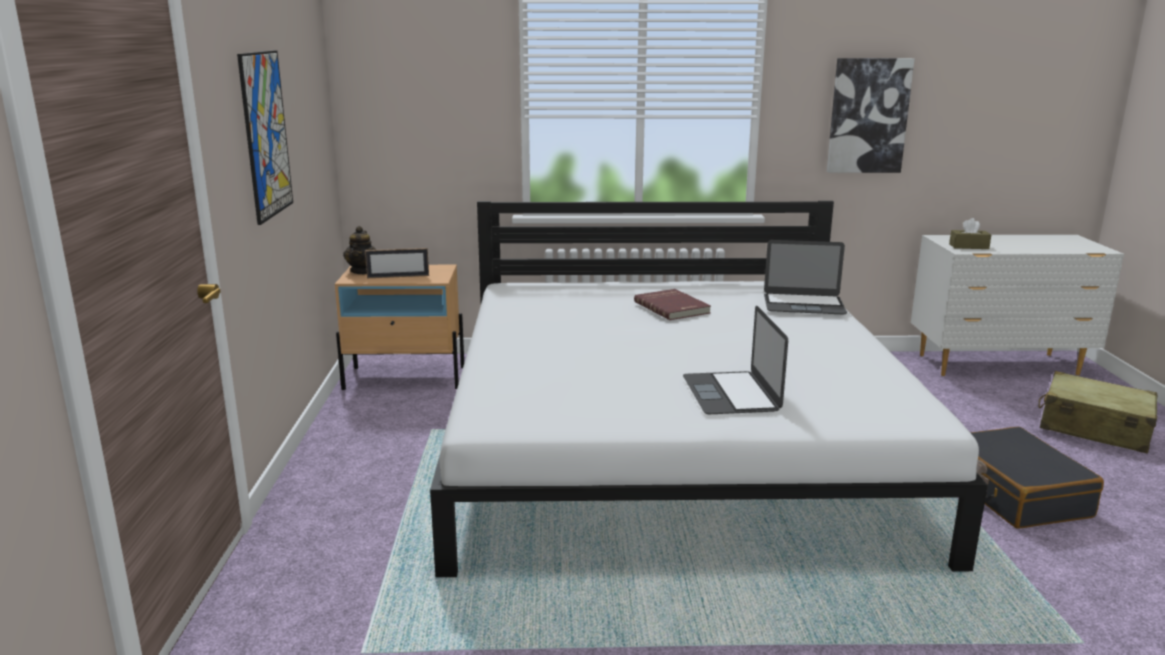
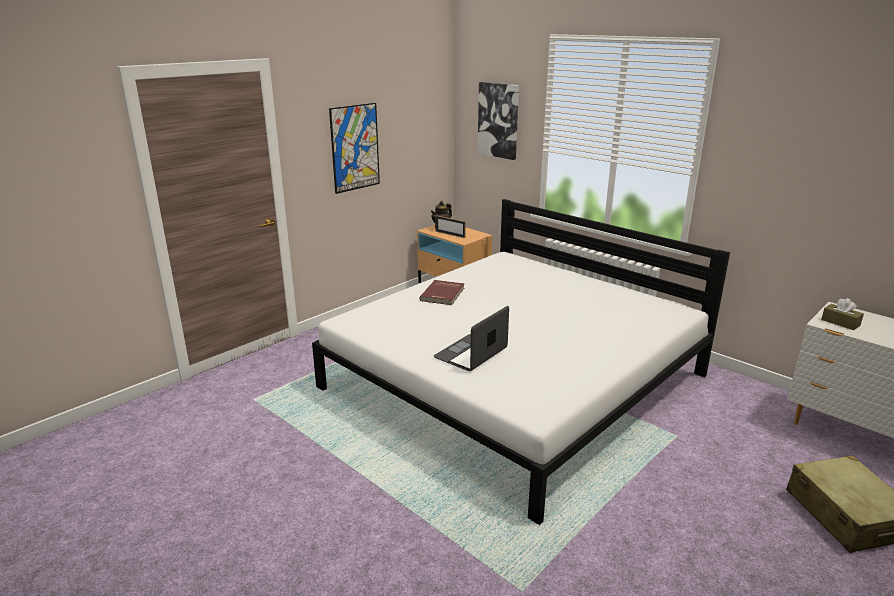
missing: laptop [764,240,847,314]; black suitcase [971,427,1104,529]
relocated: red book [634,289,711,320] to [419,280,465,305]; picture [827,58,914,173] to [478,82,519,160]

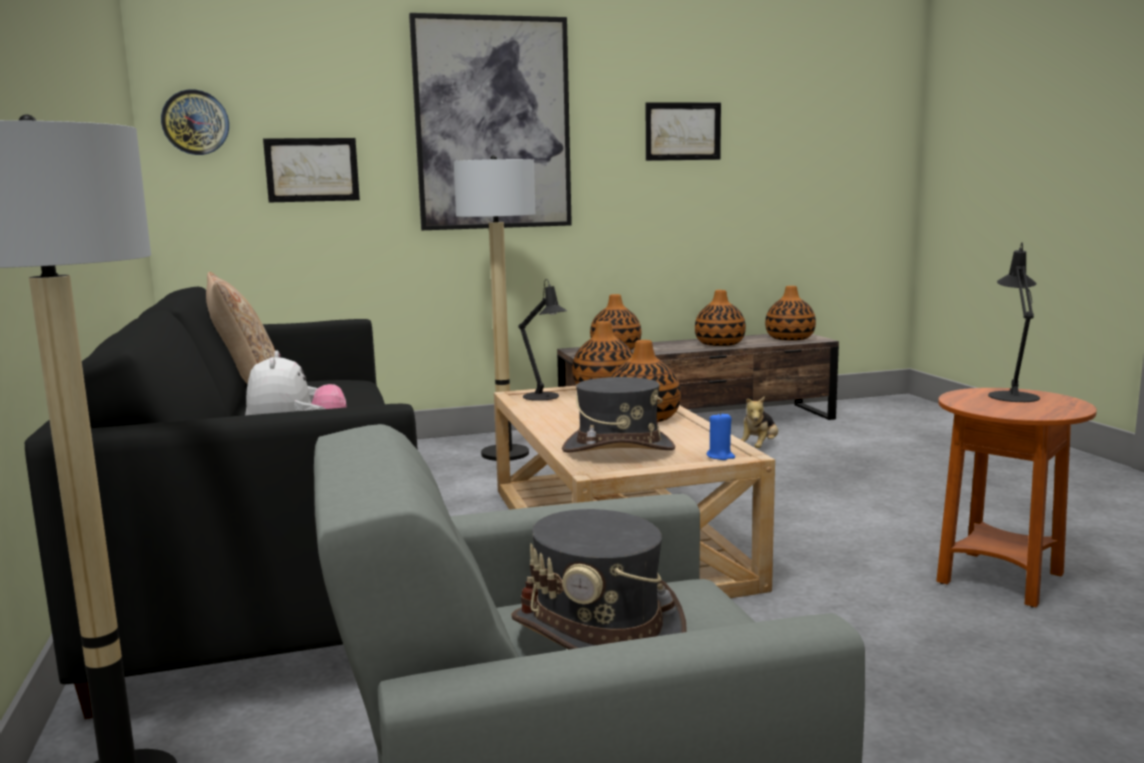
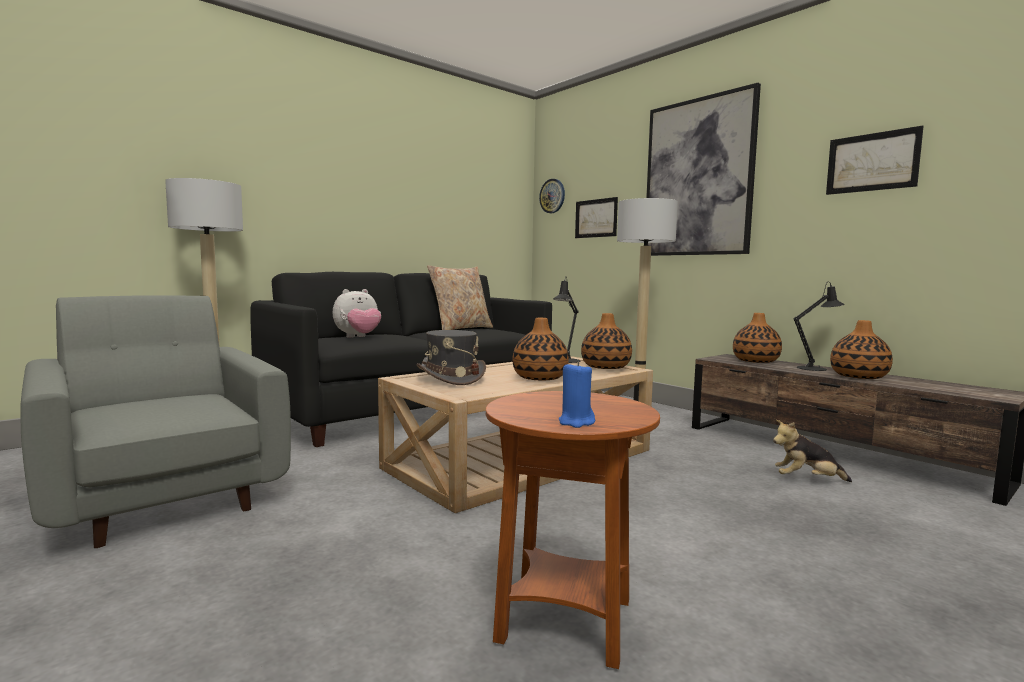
missing: grey hat [511,509,687,649]; vase [765,286,816,341]
relocated: blue candle [707,411,735,460] to [559,361,595,428]; black table lamp [988,243,1040,402] to [794,281,844,371]

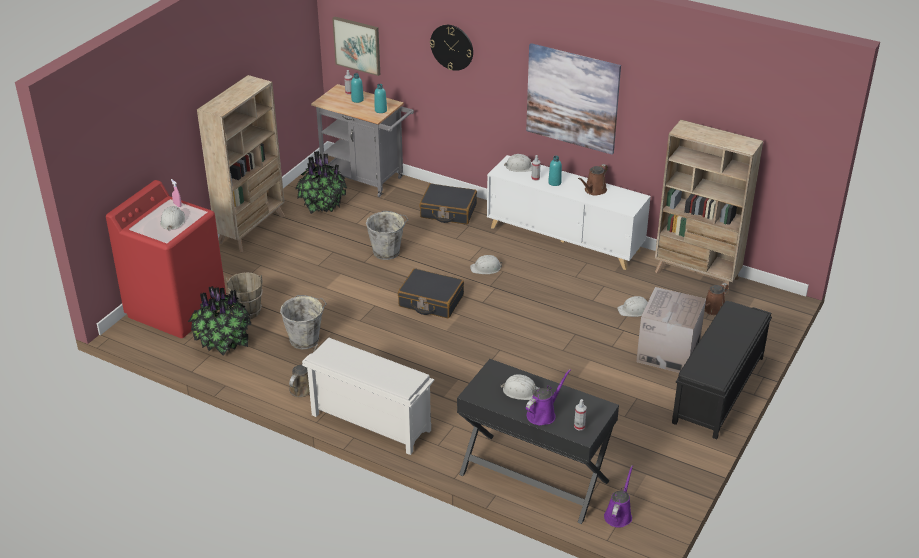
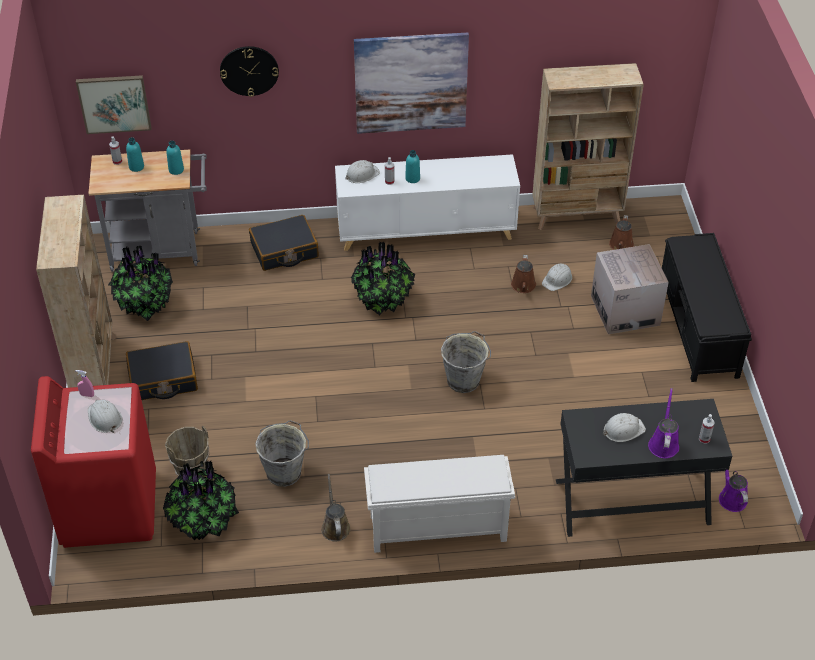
relocated: grey bucket [366,211,409,260] to [441,331,491,393]; black suitcase [398,268,464,318] to [126,341,198,400]; brown watering can [578,164,608,196] to [511,255,536,293]
exchanged: white hard hat [470,255,502,274] to potted plant [351,242,415,316]

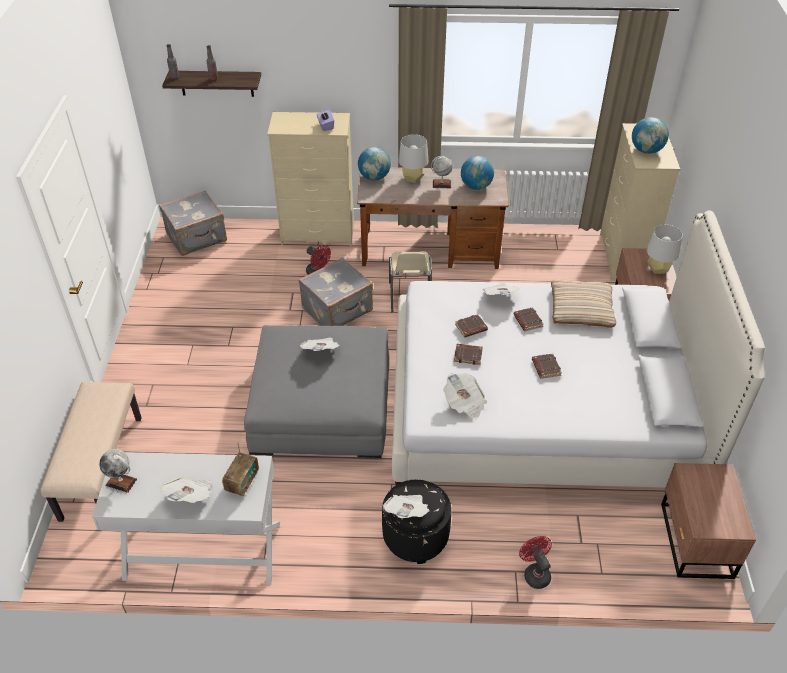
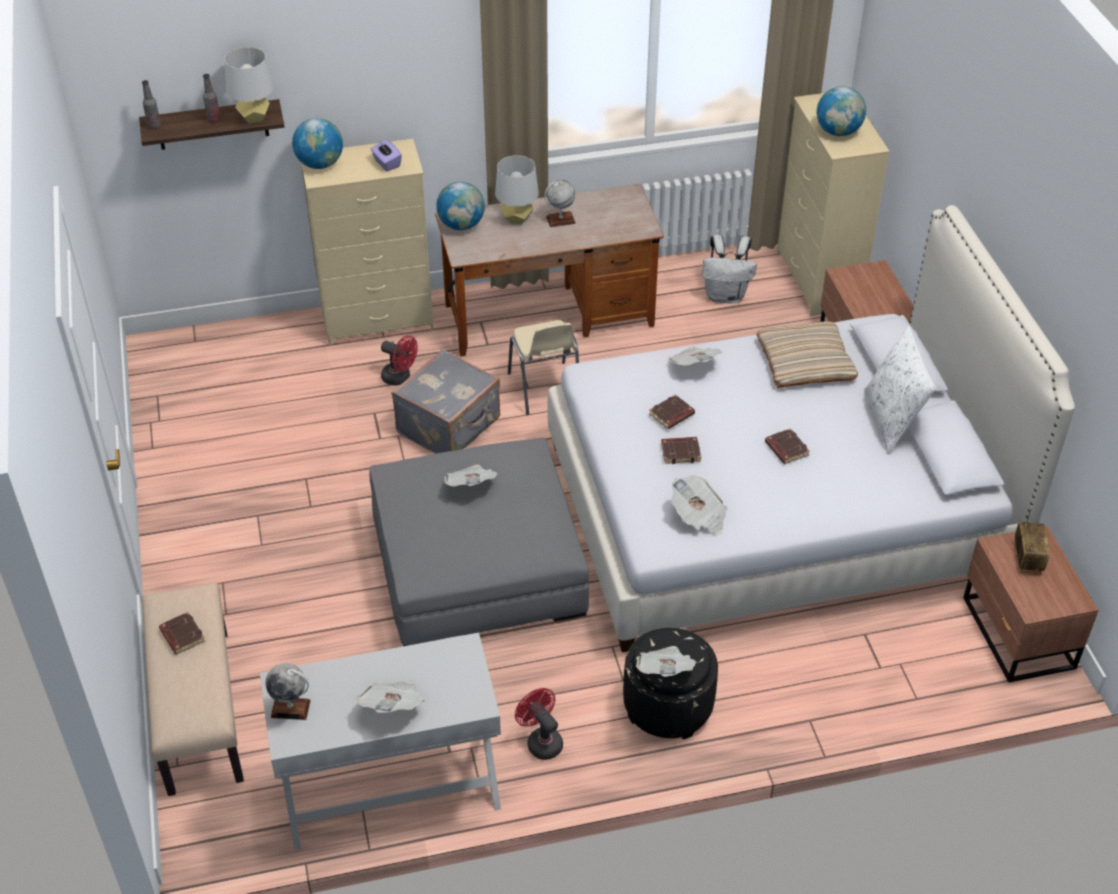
missing: grey suitcase [159,190,227,256]
appeared: white backpack [702,234,757,303]; white pillow [864,326,936,454]
relocated: radio [222,442,259,497] to [1015,508,1050,573]; globe [461,156,494,190] to [292,118,343,169]; brown book [513,307,543,331] to [159,612,205,655]; red fan [519,536,552,589] to [515,688,563,760]; grey table lamp [647,225,683,274] to [224,47,274,123]

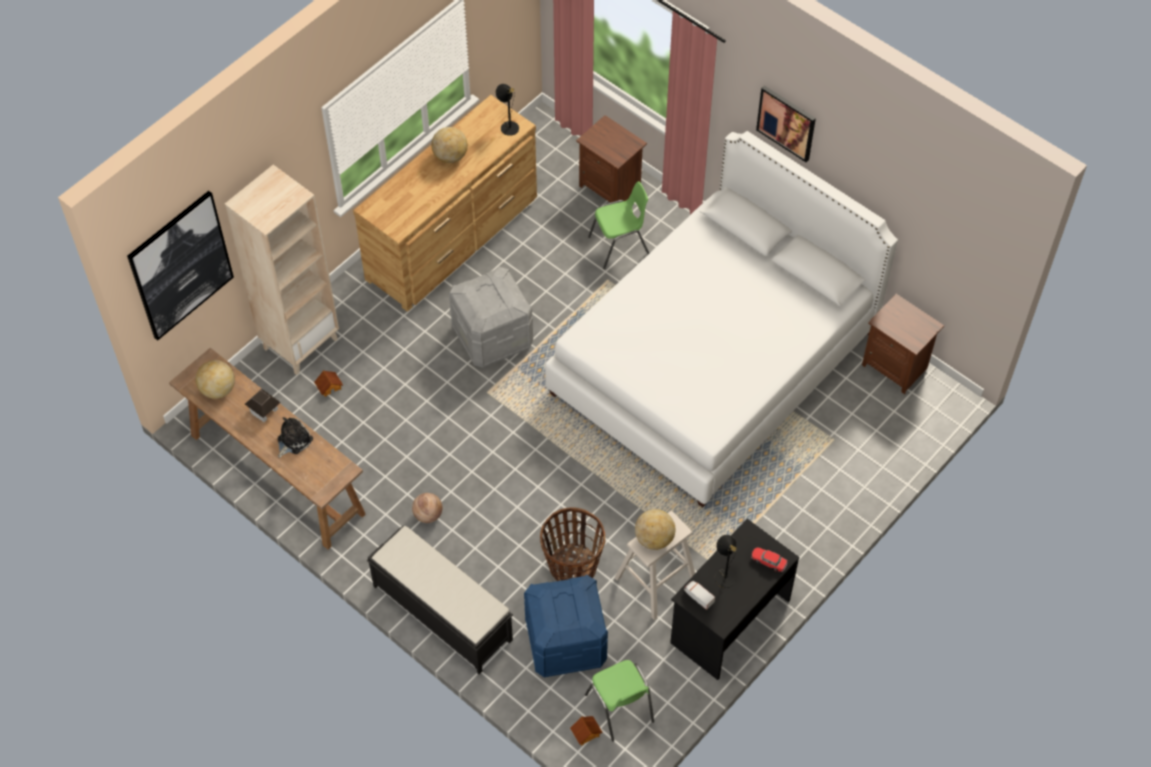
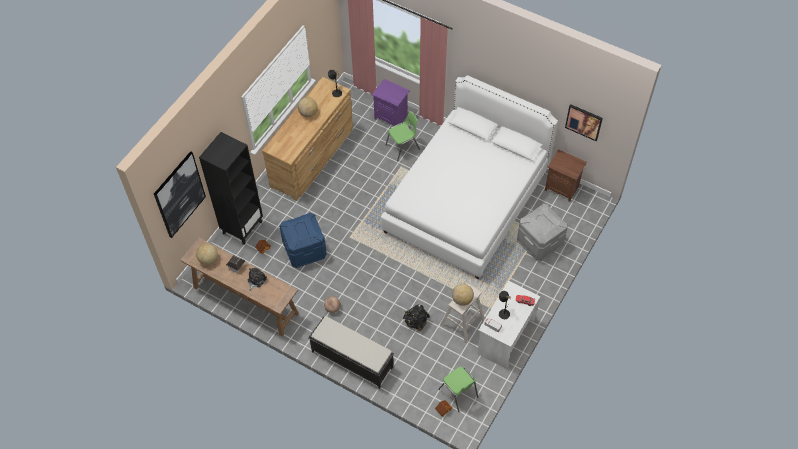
relocated: grey storage box [449,267,533,368] to [517,204,568,261]; blue storage box [524,574,608,678] to [279,212,327,268]; picture [756,85,816,162] to [565,104,603,141]
exchanged: basket [540,507,605,581] to black backpack [403,305,430,331]
colour: beige bookcase [225,165,339,375] to black bookcase [199,132,263,245]; brown nightstand [576,115,647,203] to purple nightstand [372,79,410,126]; black desk [670,519,799,680] to white desk [477,281,540,369]

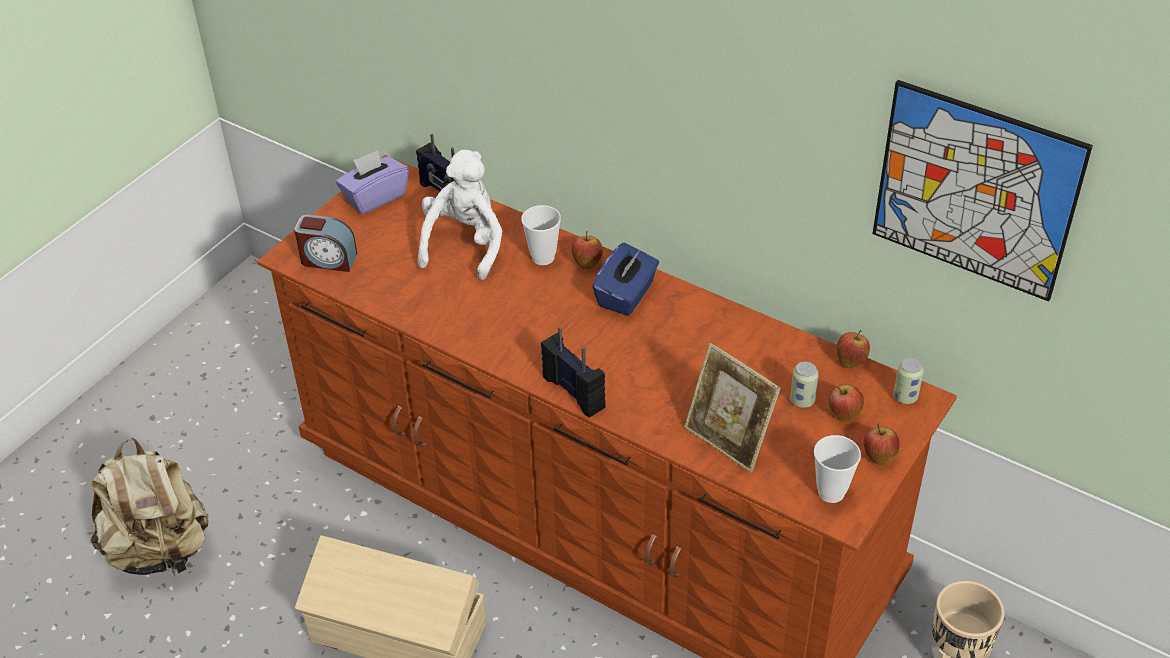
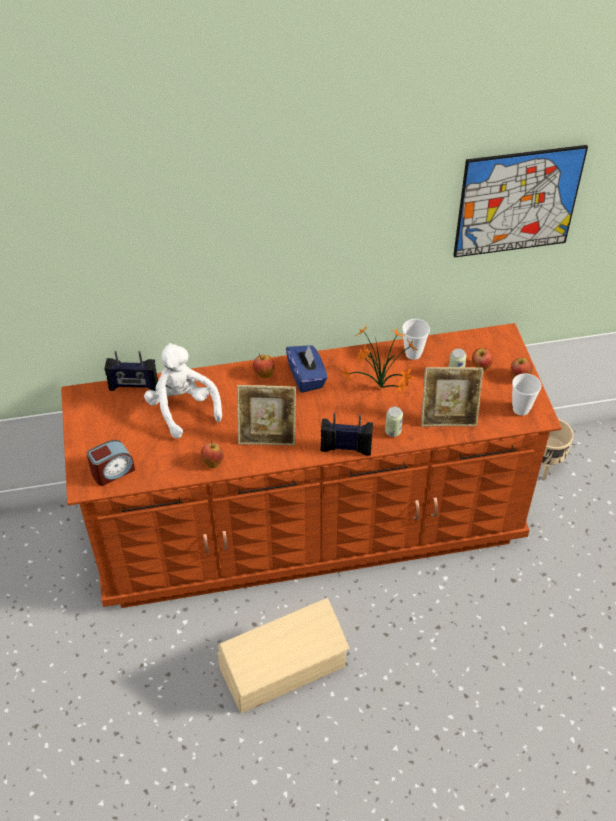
missing: beige backpack [90,437,208,578]; purple tissue box [336,150,409,214]
appeared: picture frame [237,385,296,446]; potted plant [340,325,417,397]
relocated: cup [521,205,561,265] to [402,319,430,360]; apple [836,330,870,368] to [201,441,224,468]; can [893,358,924,404] to [385,406,403,437]

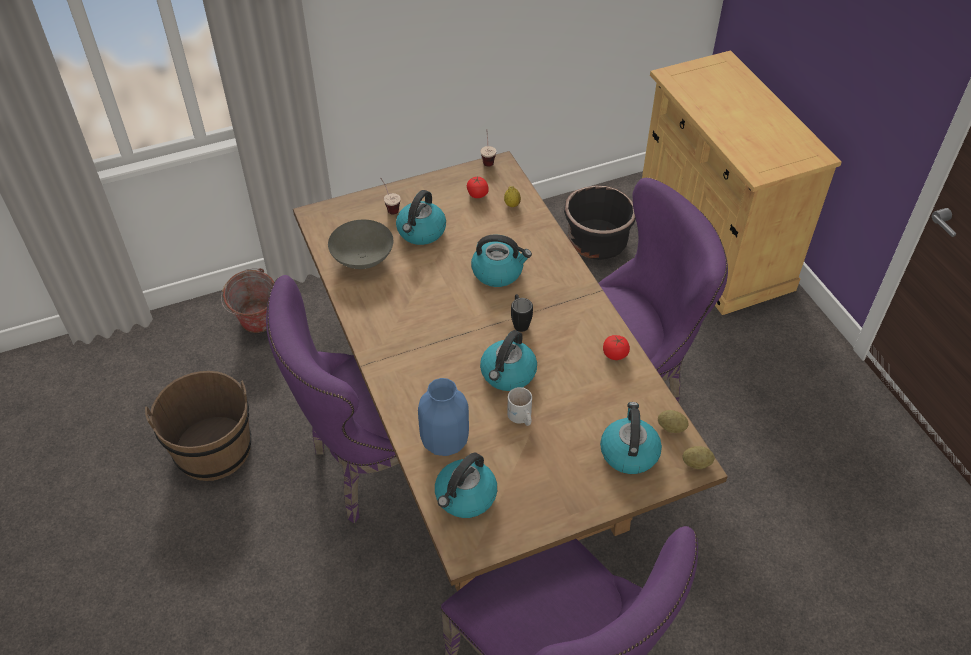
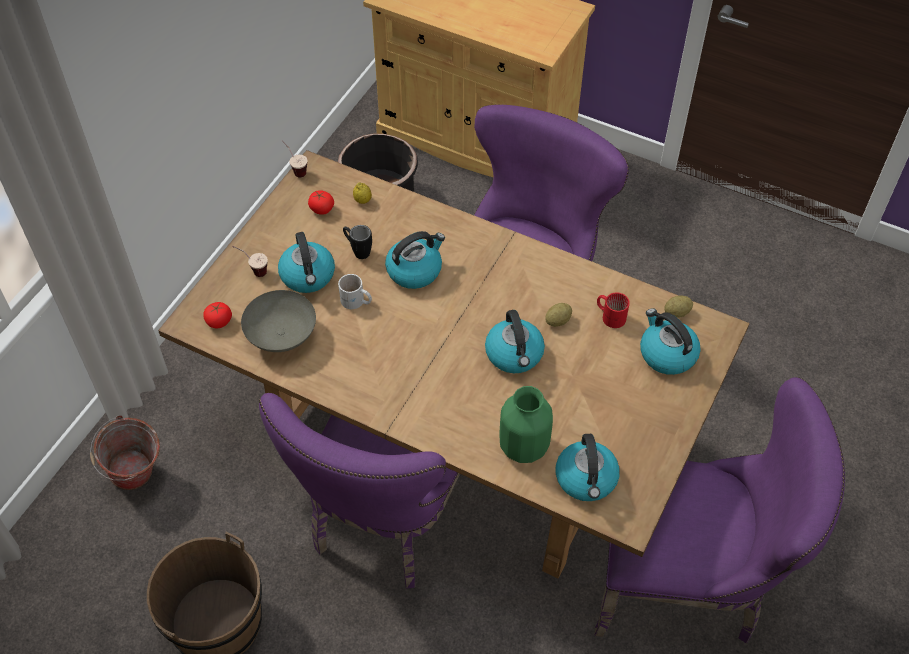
appeared: red mug [597,292,630,328]
relocated: white mug [507,387,532,426] to [338,274,372,309]; black mug [511,294,533,332] to [343,225,372,259]; tomato [603,335,630,360] to [203,302,232,328]; potato [682,446,715,469] to [545,303,572,327]
colour: blue vase [418,378,469,456] to green vase [500,386,553,463]

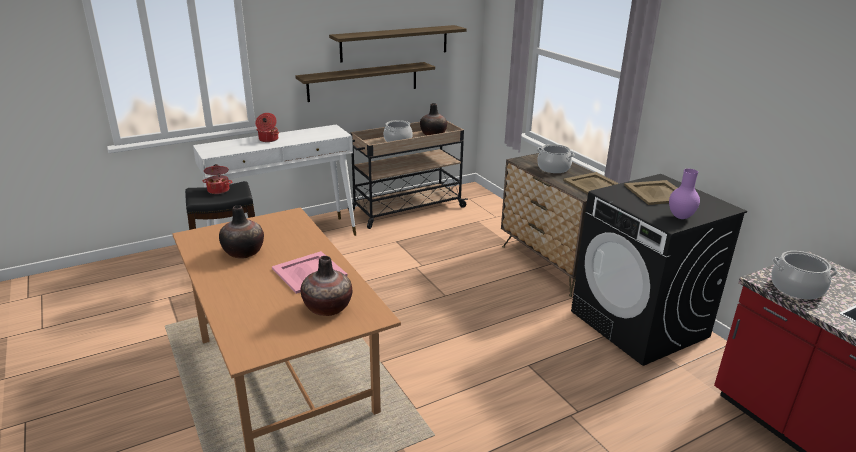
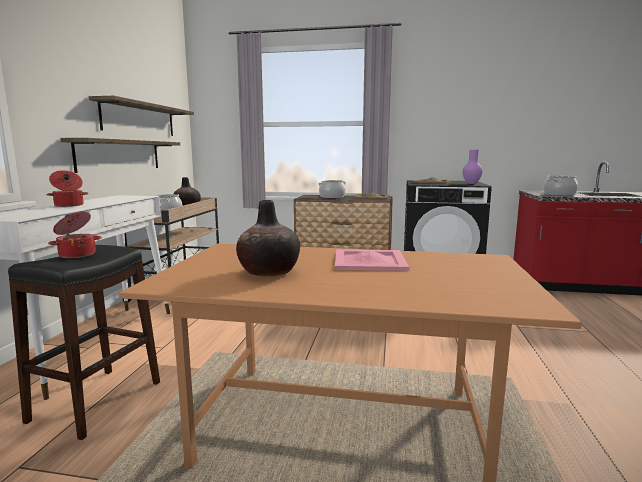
missing: vase [300,256,352,316]

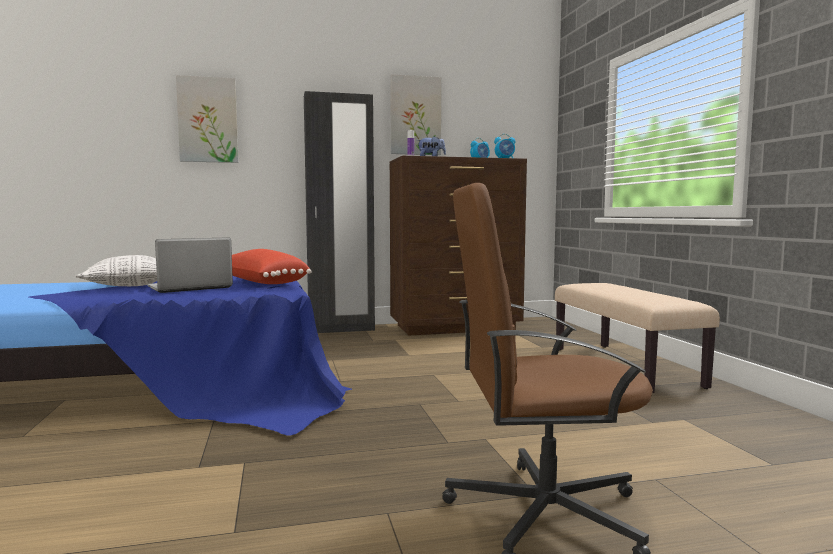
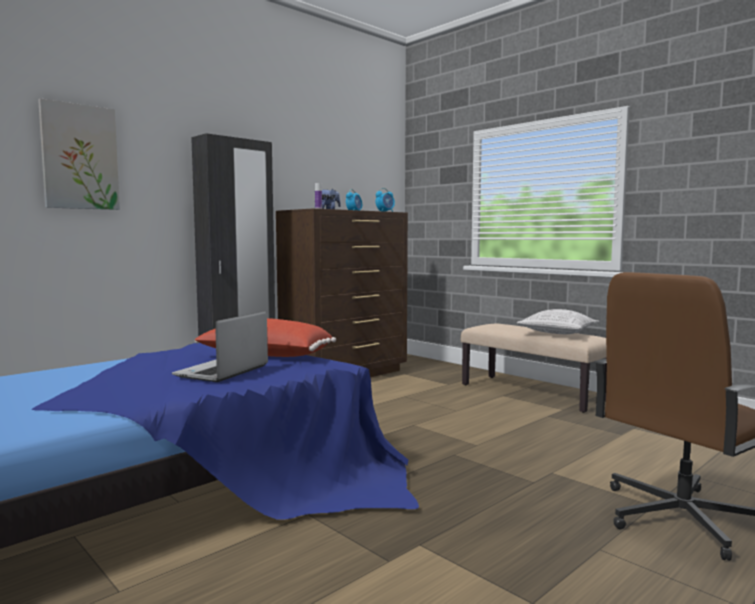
missing: picture [390,74,441,155]
relocated: pillow [76,255,157,286] to [516,309,599,334]

